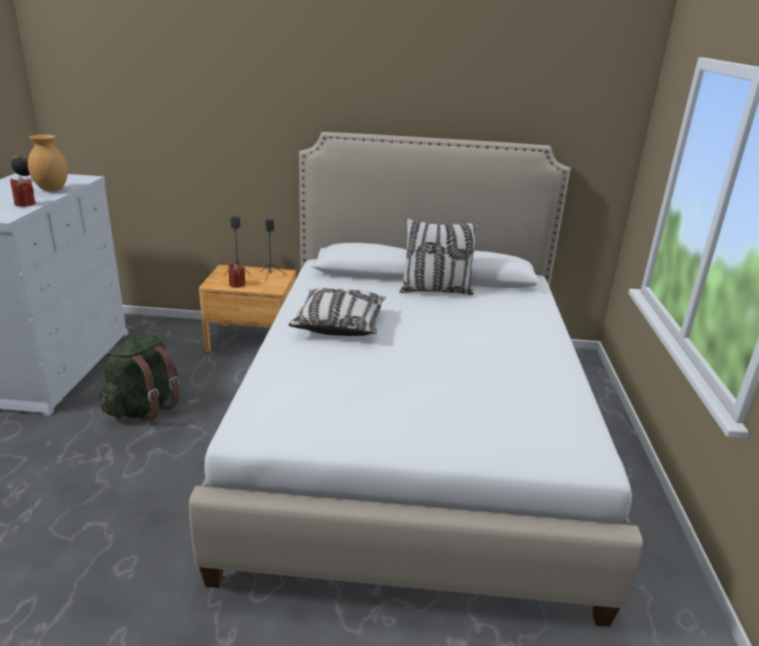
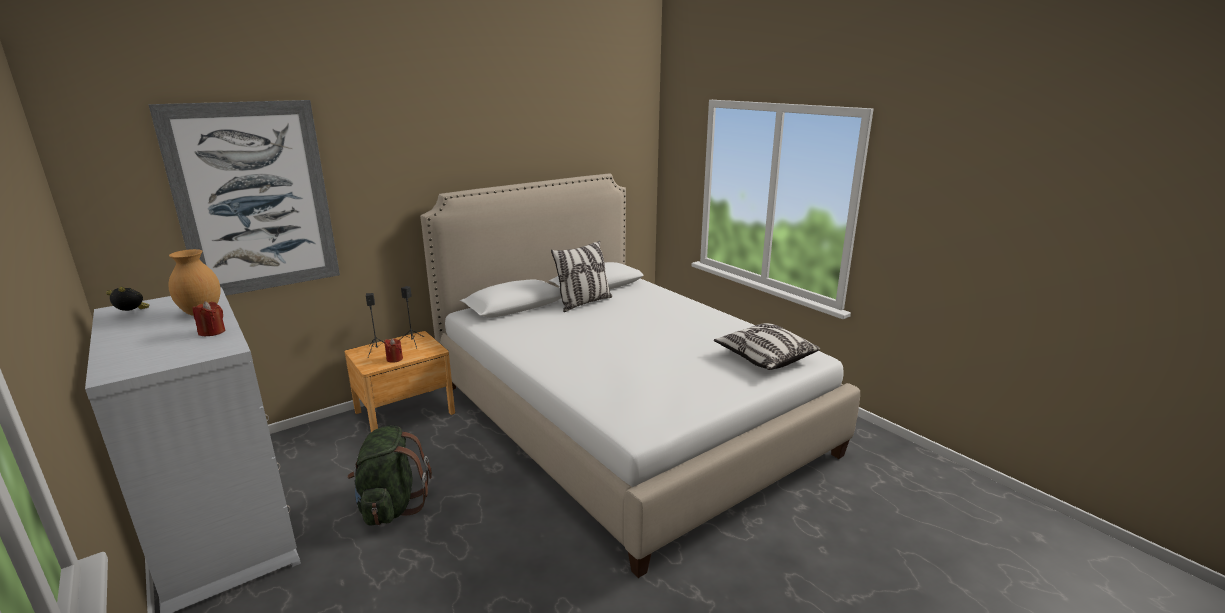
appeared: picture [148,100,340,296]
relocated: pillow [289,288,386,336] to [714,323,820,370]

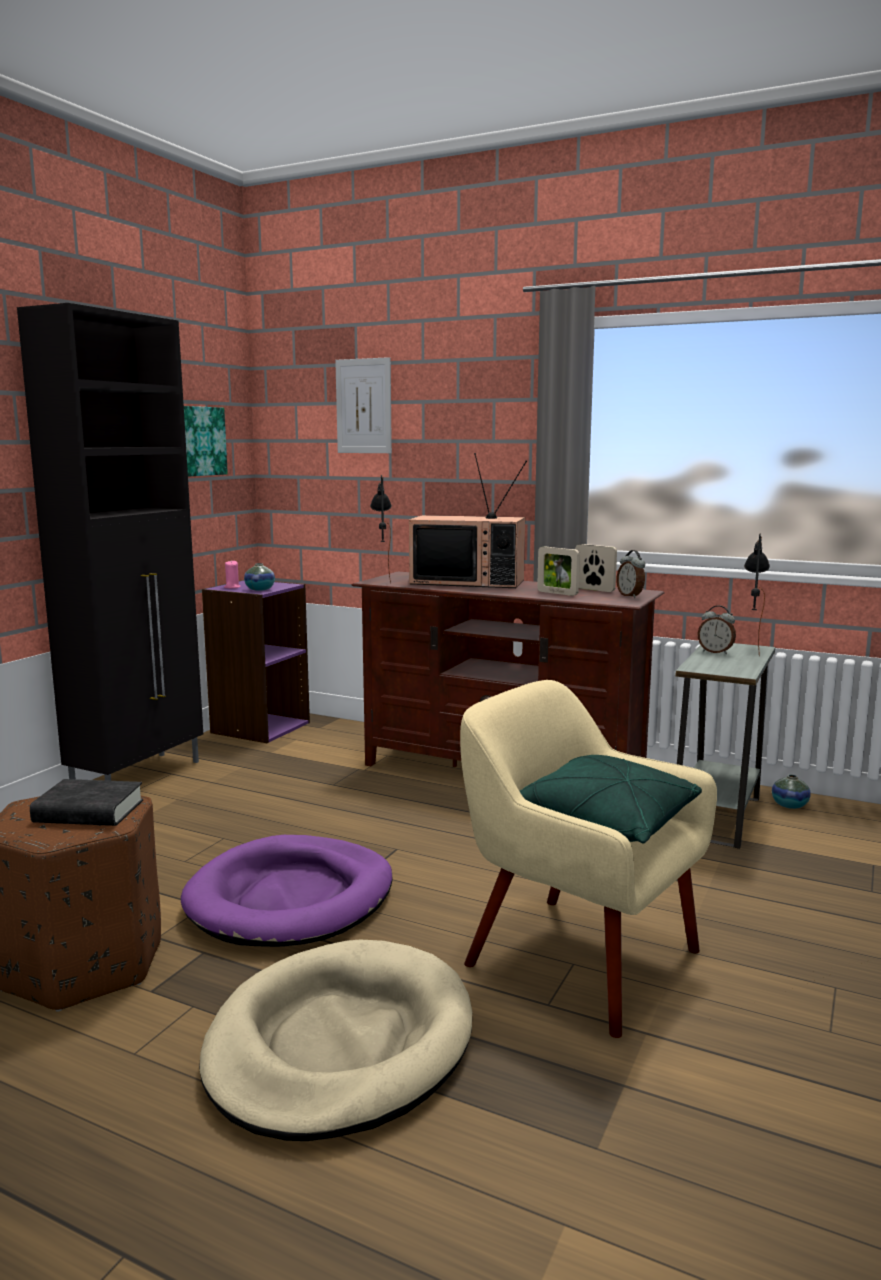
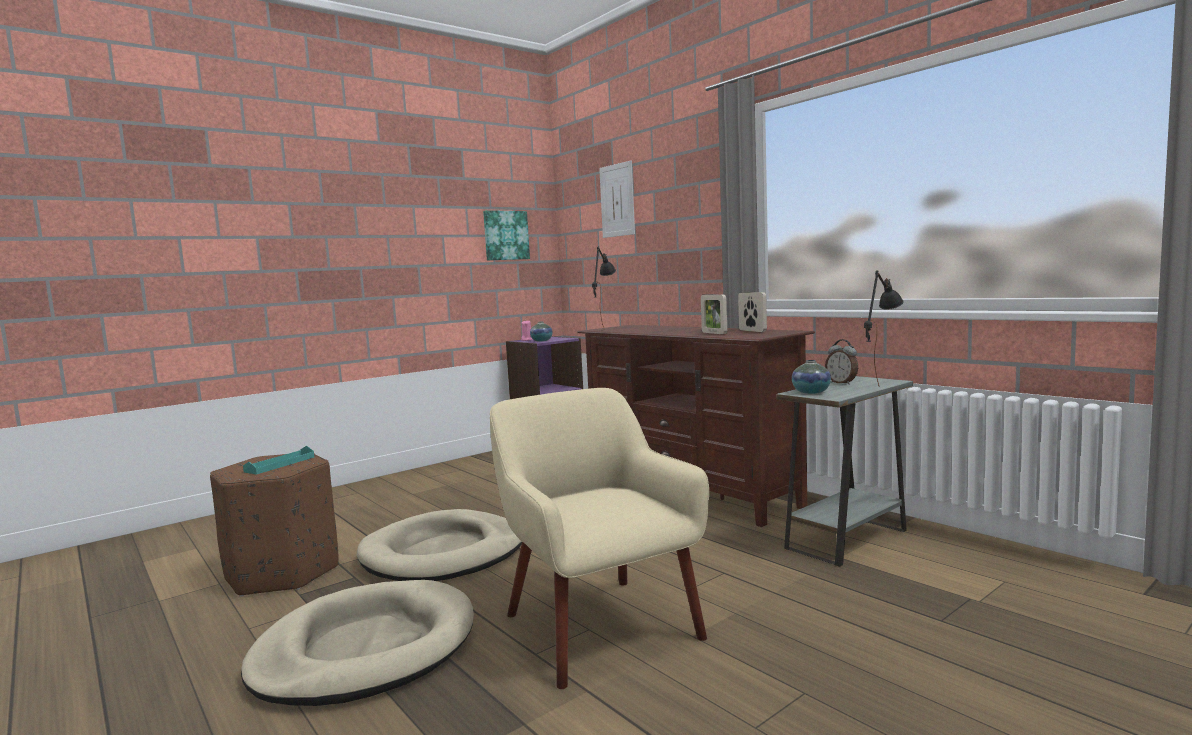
missing: black cabinet [17,303,203,781]; television [409,453,527,588]; green pillow [520,755,702,843]; alarm clock [616,550,645,598]
relocated: vase [772,774,811,809] to [792,360,831,394]
exchanged: black book [30,779,143,826] to turquoise tray [243,446,314,474]
colour: purple dog bed [181,835,393,947] to beige dog bed [357,509,522,581]

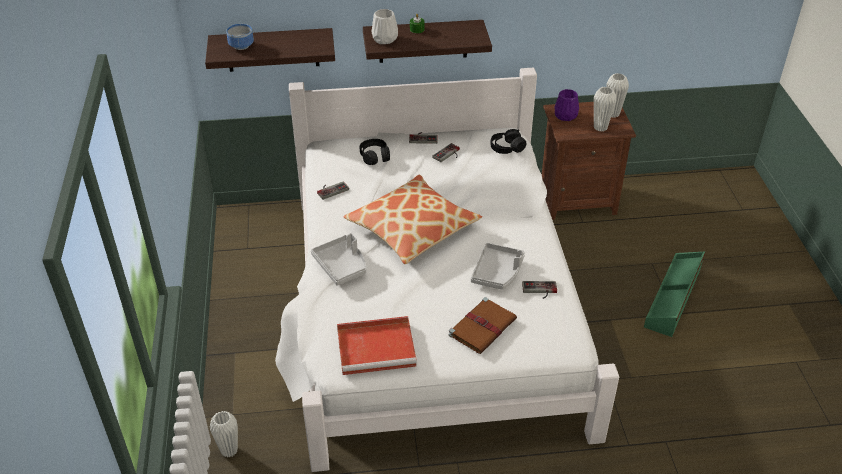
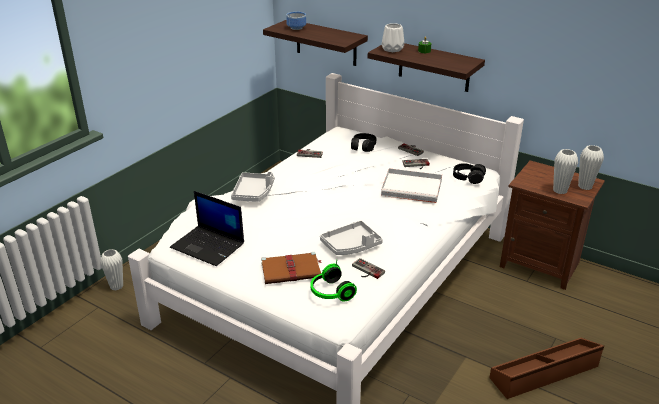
missing: pillow [343,175,482,264]; purple vase [555,89,579,121]
appeared: headphones [310,260,357,302]; white tray [381,168,442,203]
exchanged: red tray [337,316,417,375] to laptop [170,191,244,266]
colour: green storage box [644,252,705,337] to brown storage box [489,338,604,399]

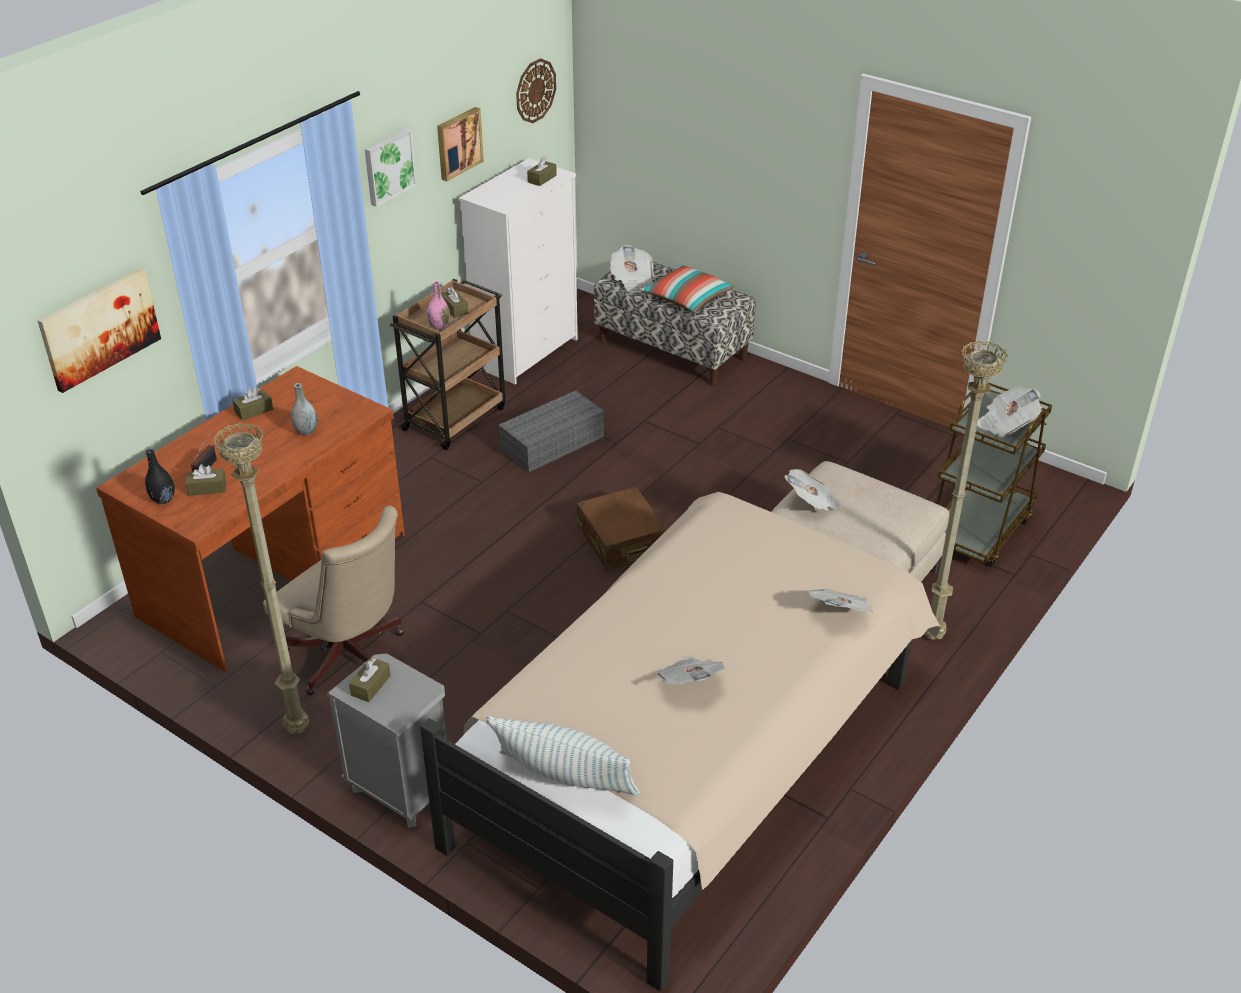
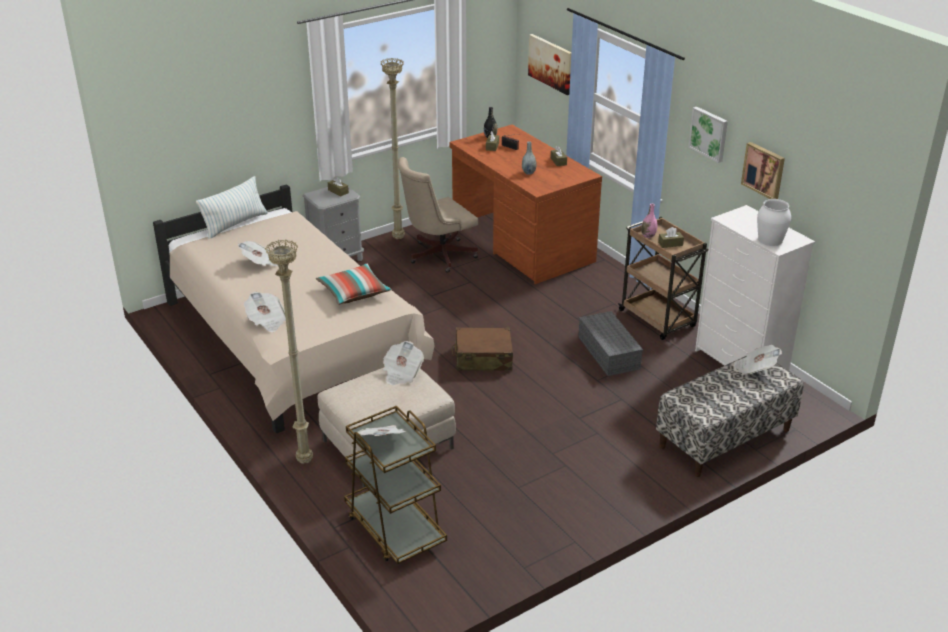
missing: wall clock [516,58,556,123]
relocated: pillow [640,265,734,313] to [316,264,392,305]
exchanged: brown tissue box [527,156,557,186] to white vase [757,199,791,246]

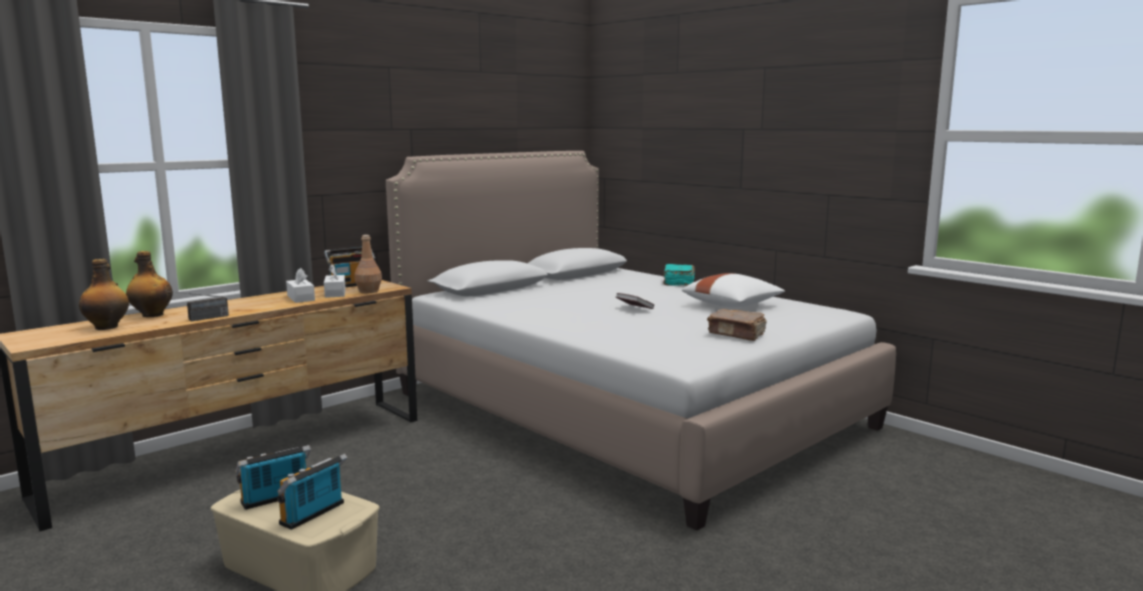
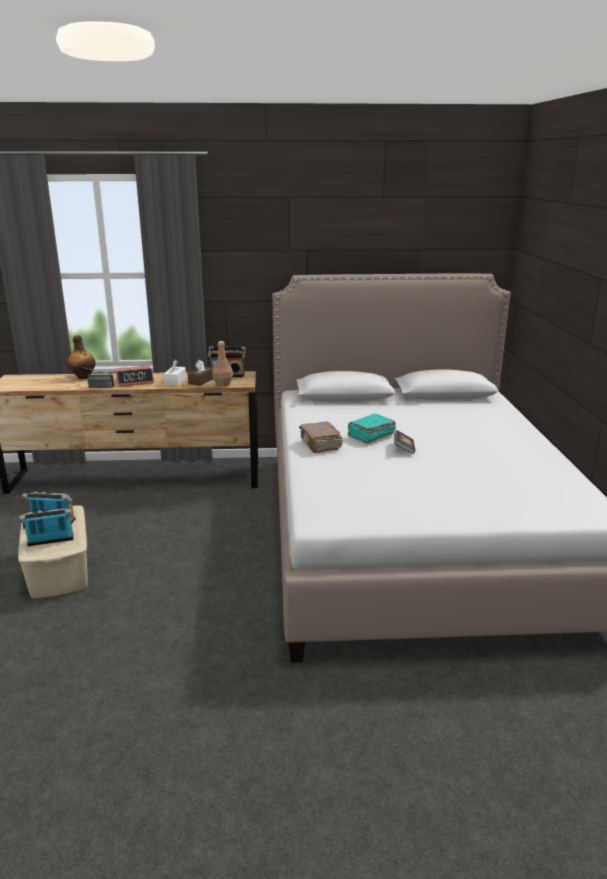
missing: bottle [79,259,129,330]; white pillow [682,273,785,307]
appeared: alarm clock [115,365,154,386]
relocated: turquoise book [663,264,695,286] to [347,414,396,444]; brown book [707,309,767,341] to [299,422,343,453]
colour: white tissue box [324,264,346,298] to brown tissue box [188,359,213,386]

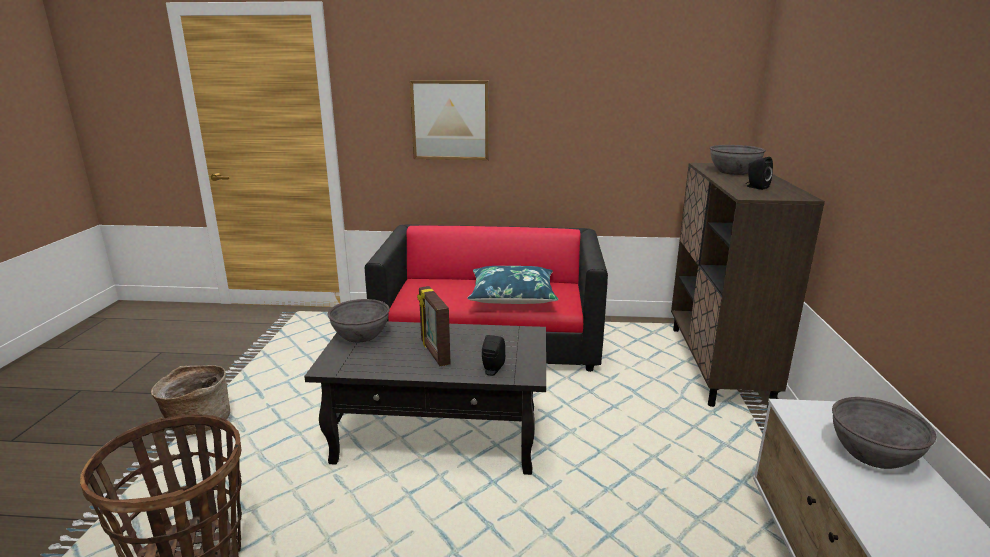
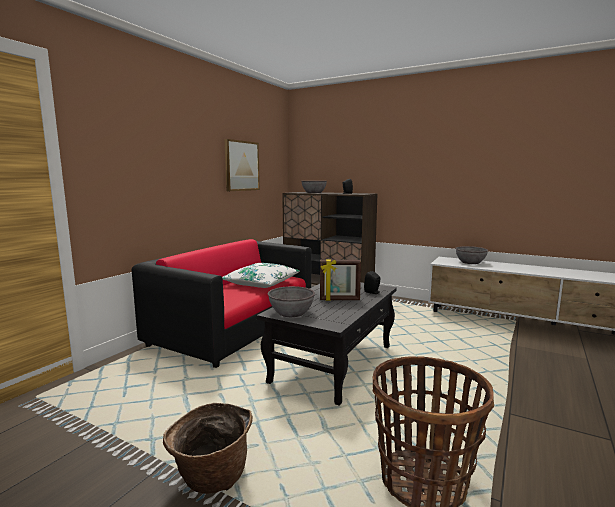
relocated: picture [410,80,489,160] to [224,139,260,191]
colour: blue pillow [467,266,558,304] to white pillow [222,263,300,288]

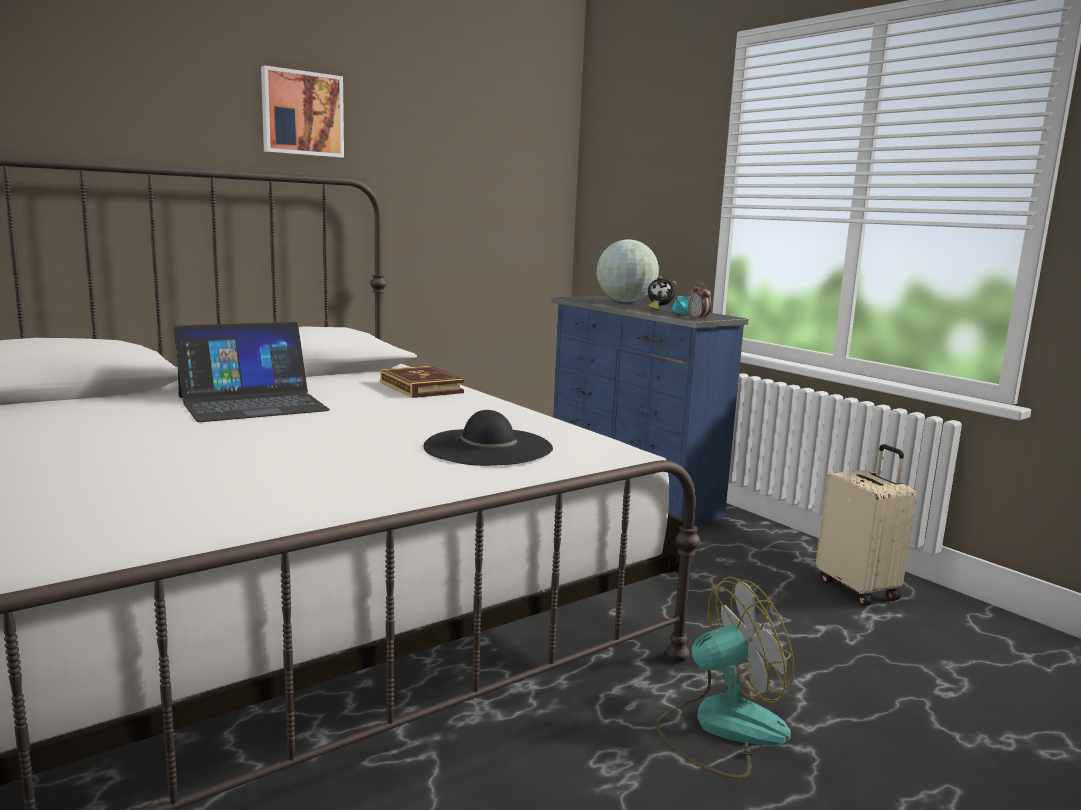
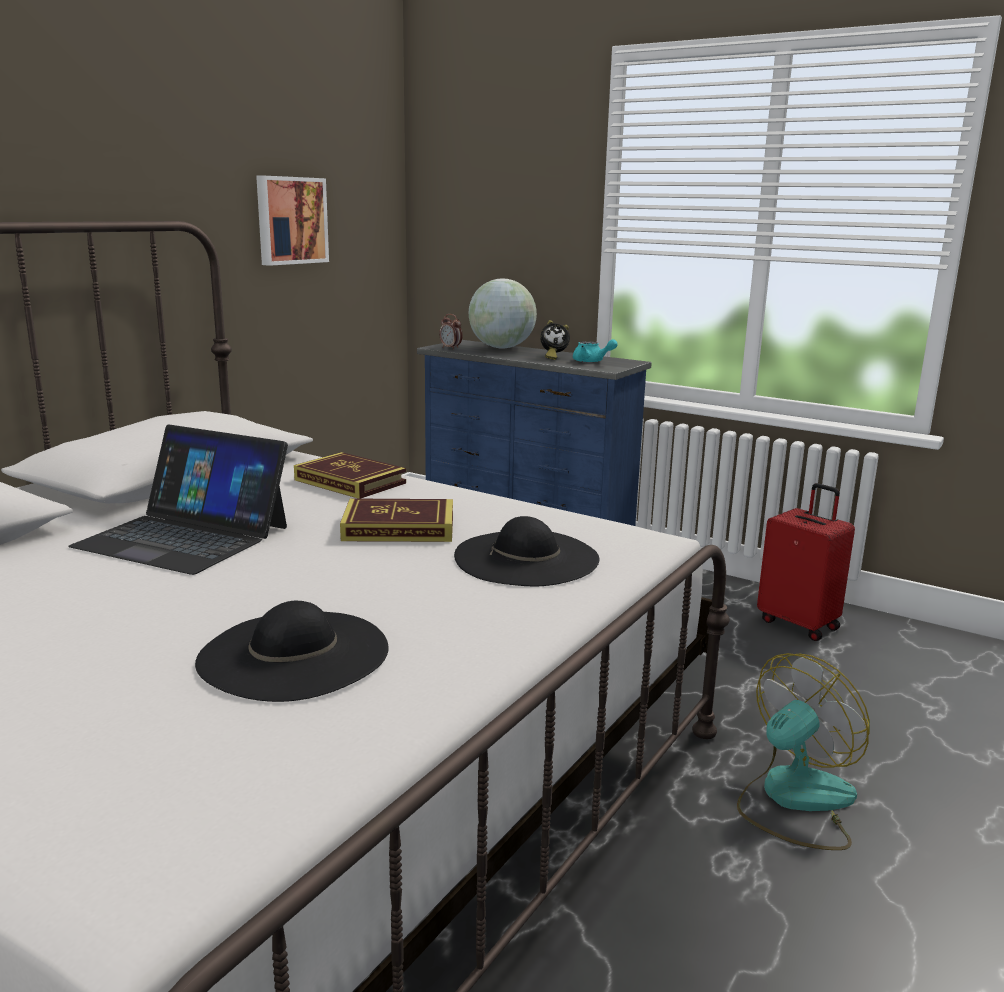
appeared: black hat [195,601,389,702]; book [340,498,453,542]
relocated: picture [261,65,344,158] to [256,176,329,266]; alarm clock [688,283,712,320] to [439,314,463,350]
colour: beige suitcase [816,444,917,606] to red suitcase [757,483,855,641]
spun: laptop [174,322,330,422] = [68,424,288,575] 75 degrees clockwise

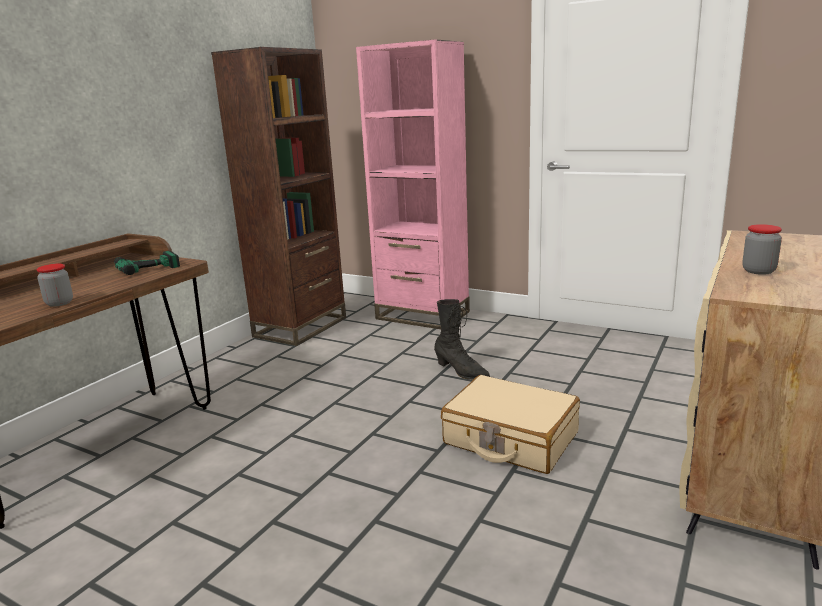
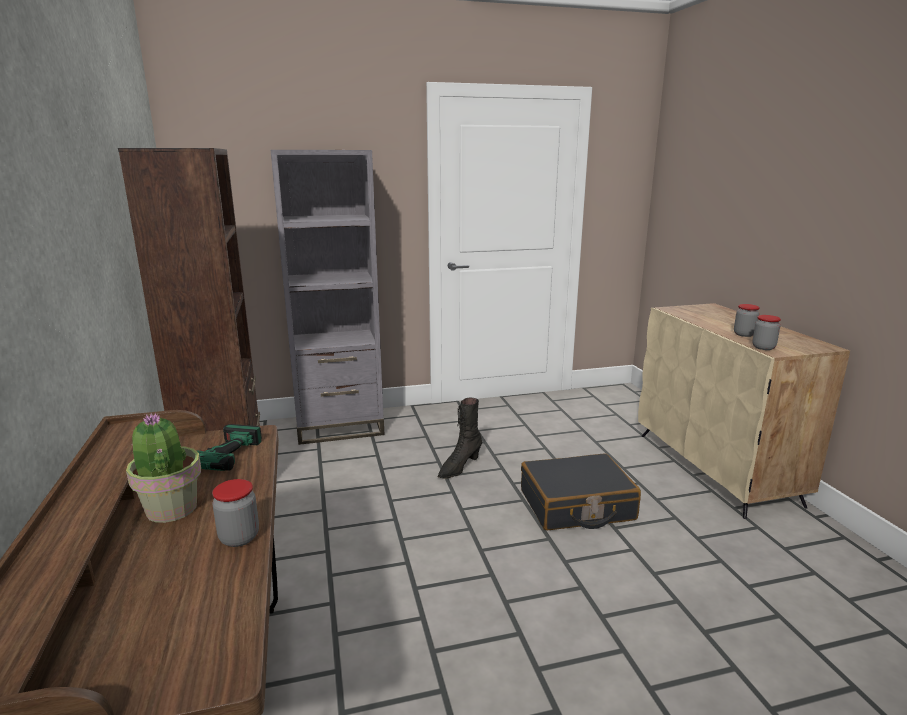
appeared: potted plant [126,413,201,523]; jar [753,315,781,350]
colour: pink bookcase [356,39,470,329] to grey bookcase [271,150,384,445]; beige suitcase [441,375,580,474] to black suitcase [521,453,641,530]
spun: black boot [434,299,490,380] = [438,398,482,479] 135 degrees clockwise

